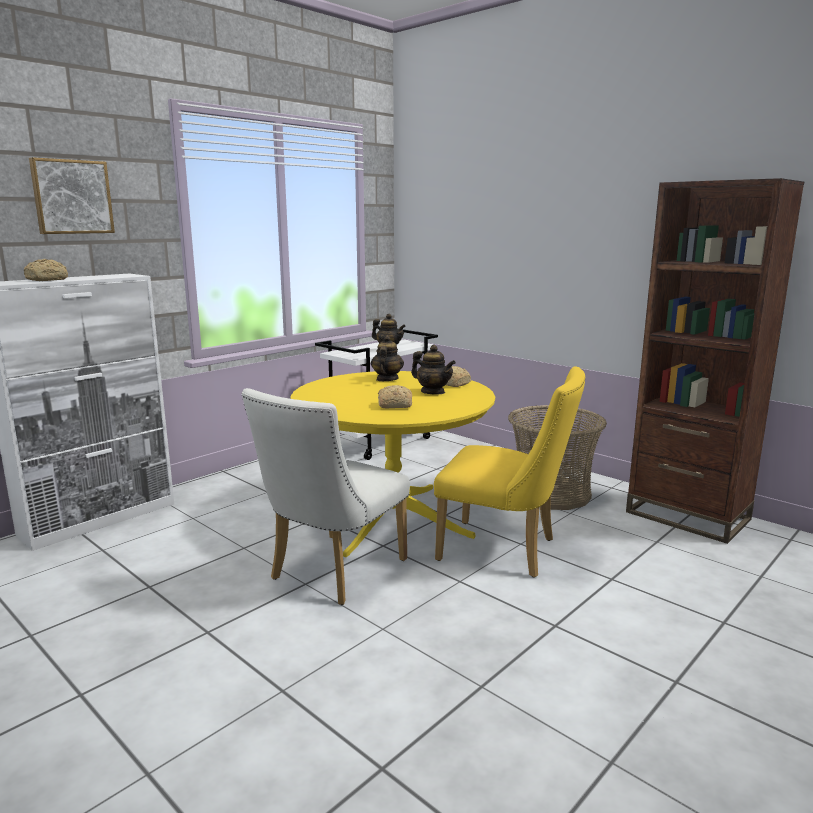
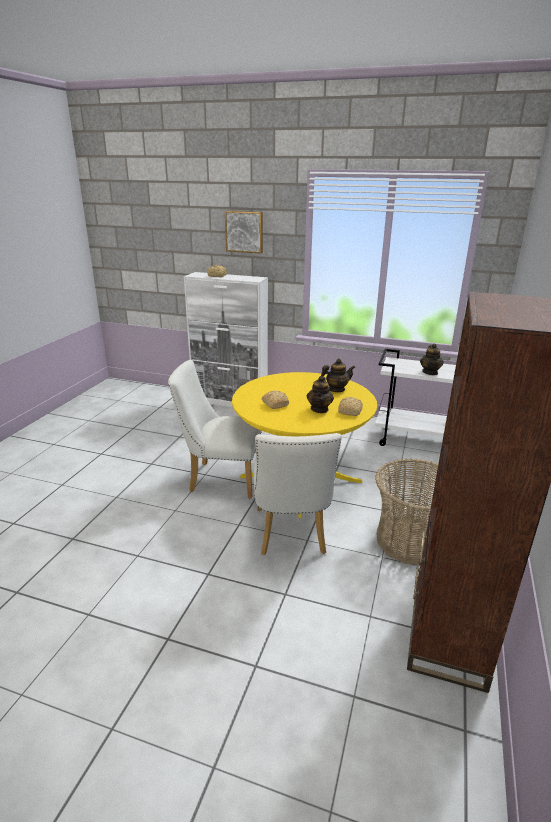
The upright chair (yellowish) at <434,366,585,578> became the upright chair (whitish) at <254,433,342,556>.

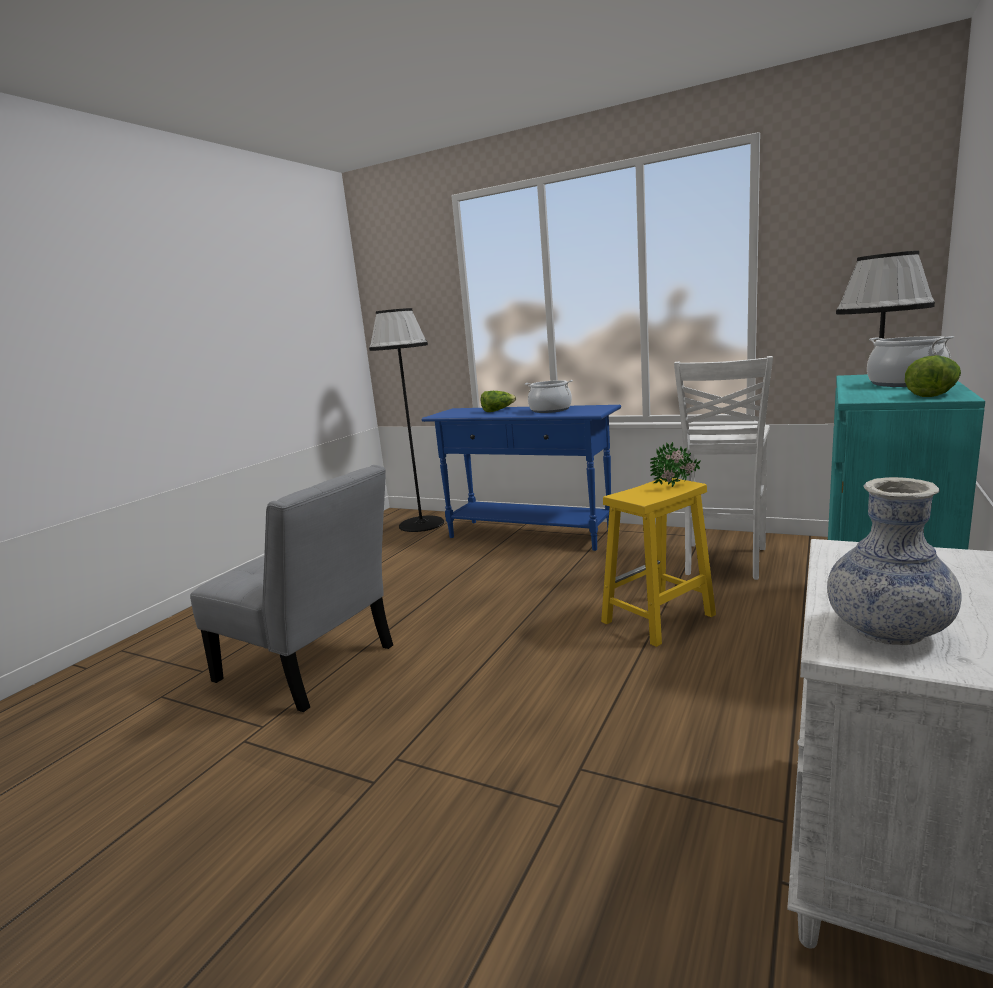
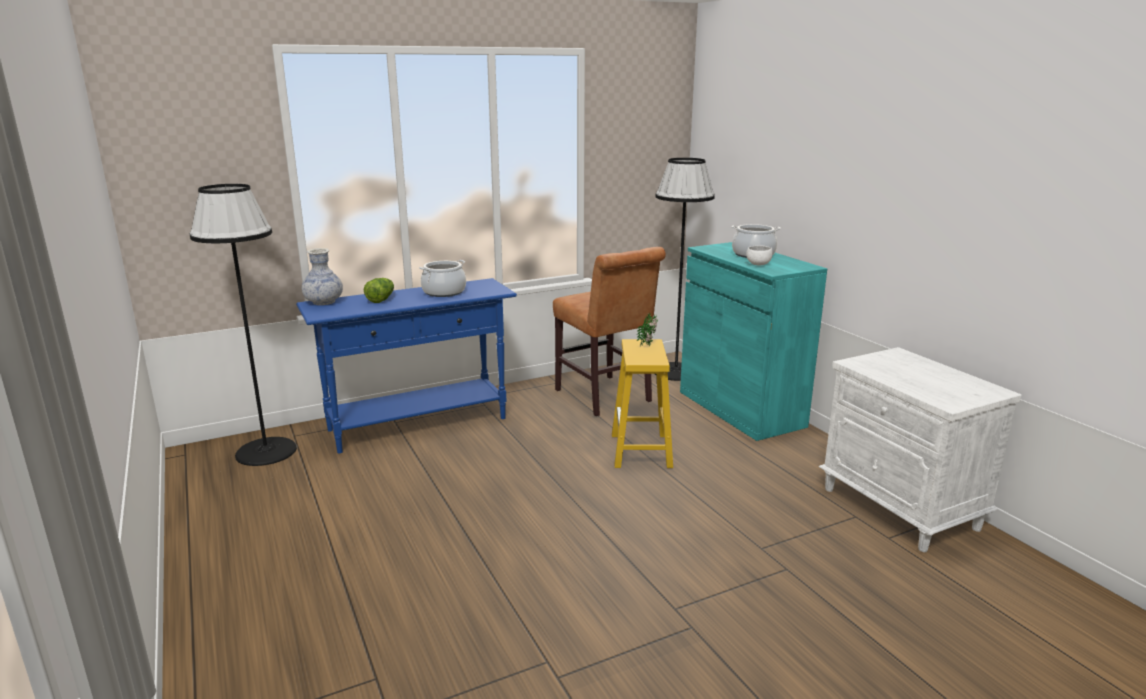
The lettuce head at <905,355,961,397> disappeared.
The stool seat (whitish) at <674,356,773,580> was replaced by the upright chair (brown) at <553,247,666,416>.
The upright chair (gray) at <190,465,393,712> disappeared.
The decorative vase moved from <827,477,962,645> to <302,248,343,305>.
The serving bowl (whitish) at <746,245,773,265> appeared.

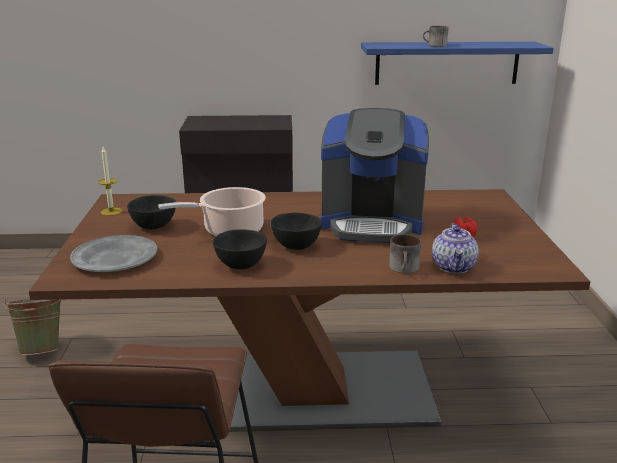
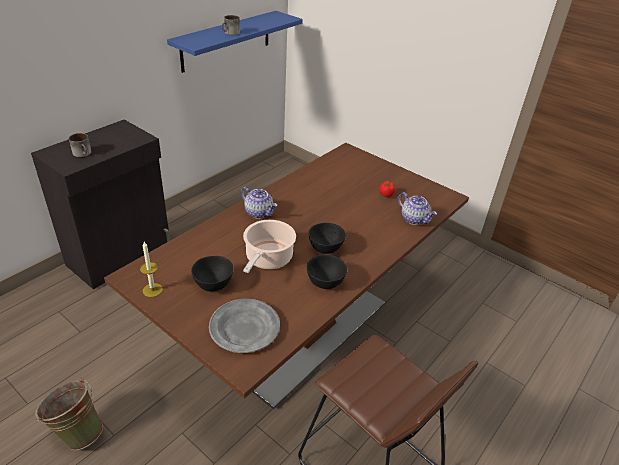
The coffee maker at <321,108,429,243> disappeared.
The mug moved from <389,234,421,274> to <69,133,91,157>.
The pot for tea at <241,187,277,219> appeared.

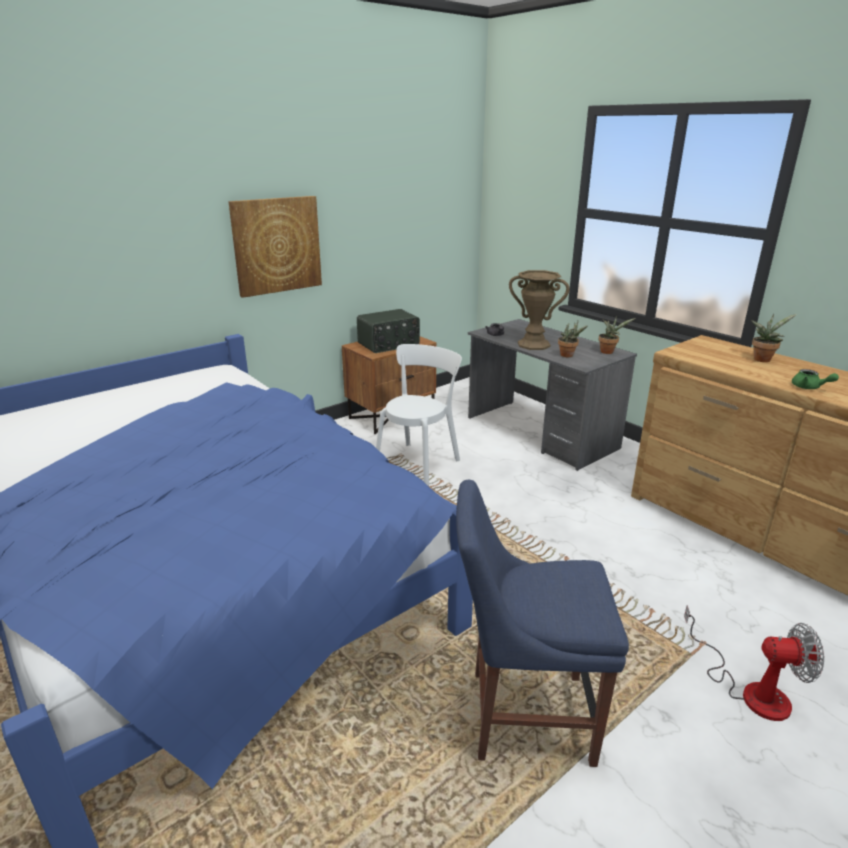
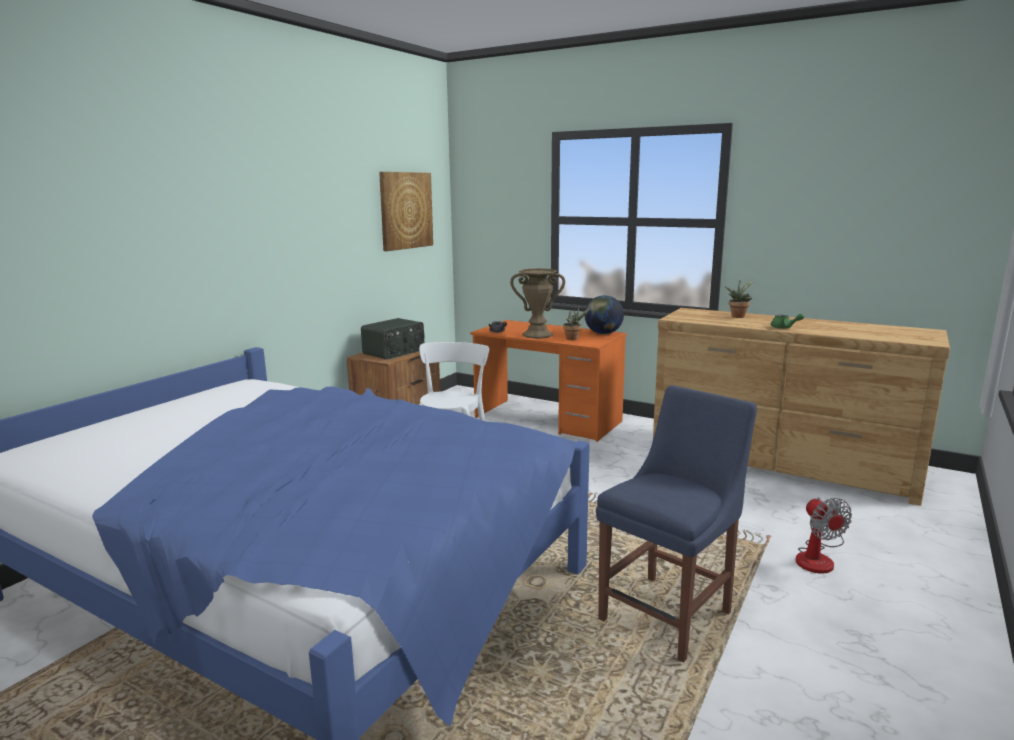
The wall art moved from <228,196,322,298> to <379,172,433,251>.
The houseplant at <599,316,636,354> was replaced by the desk globe at <585,295,624,334>.
The desk (gray) at <468,319,637,471> became the desk (orange-coloured) at <470,320,626,442>.
The upright chair (bluish) at <456,480,629,767> turned 150 degrees clockwise.
The cooling fan at <684,605,824,721> turned 90 degrees clockwise.

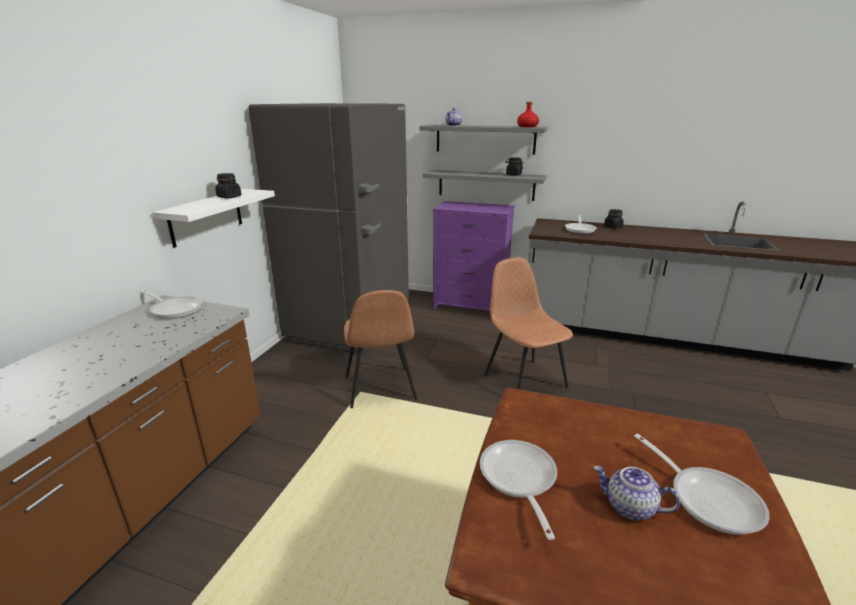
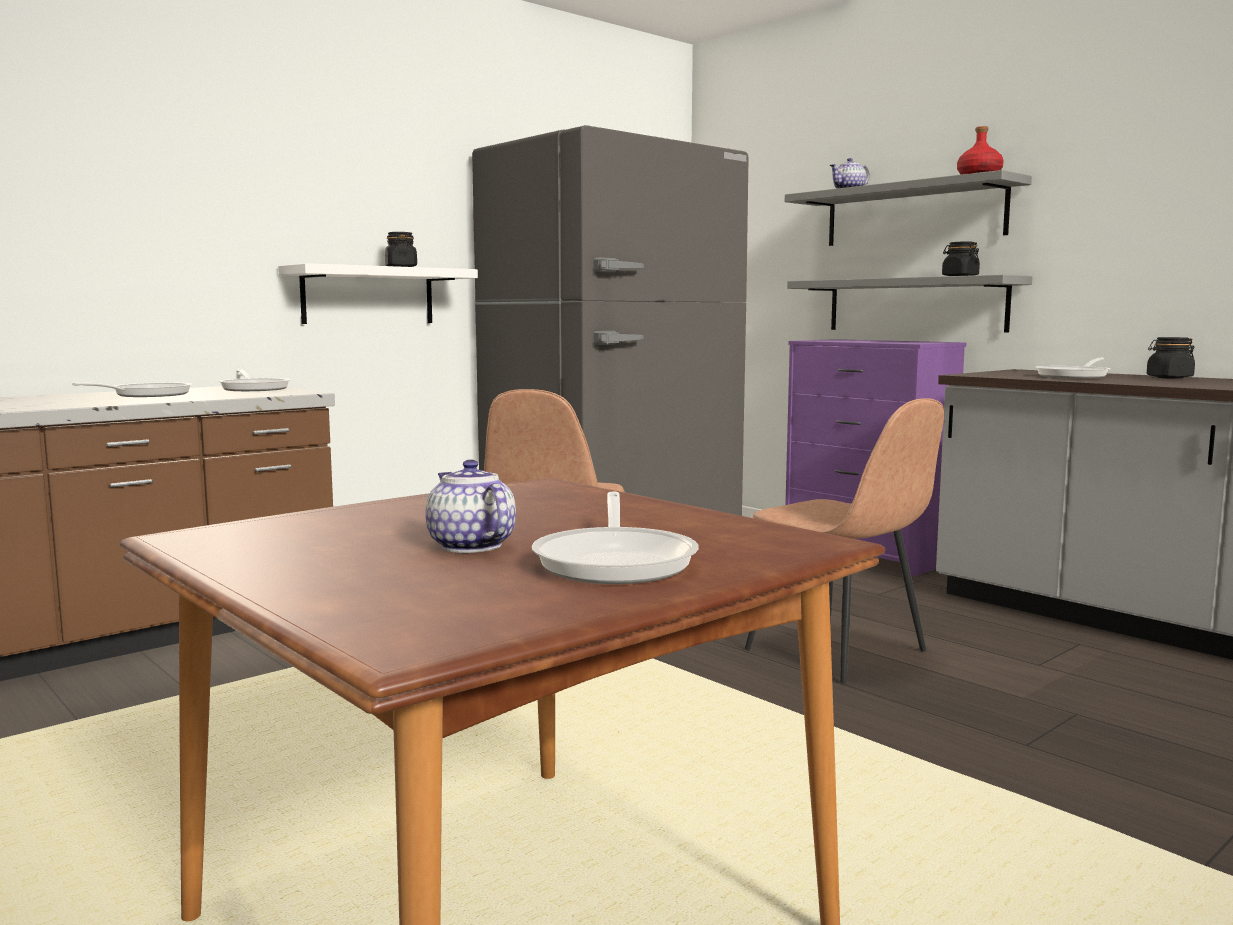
The upright chair (brown) at <484,257,573,389> turned 135 degrees clockwise.
The frying pan moved from <480,440,557,540> to <72,382,193,397>.

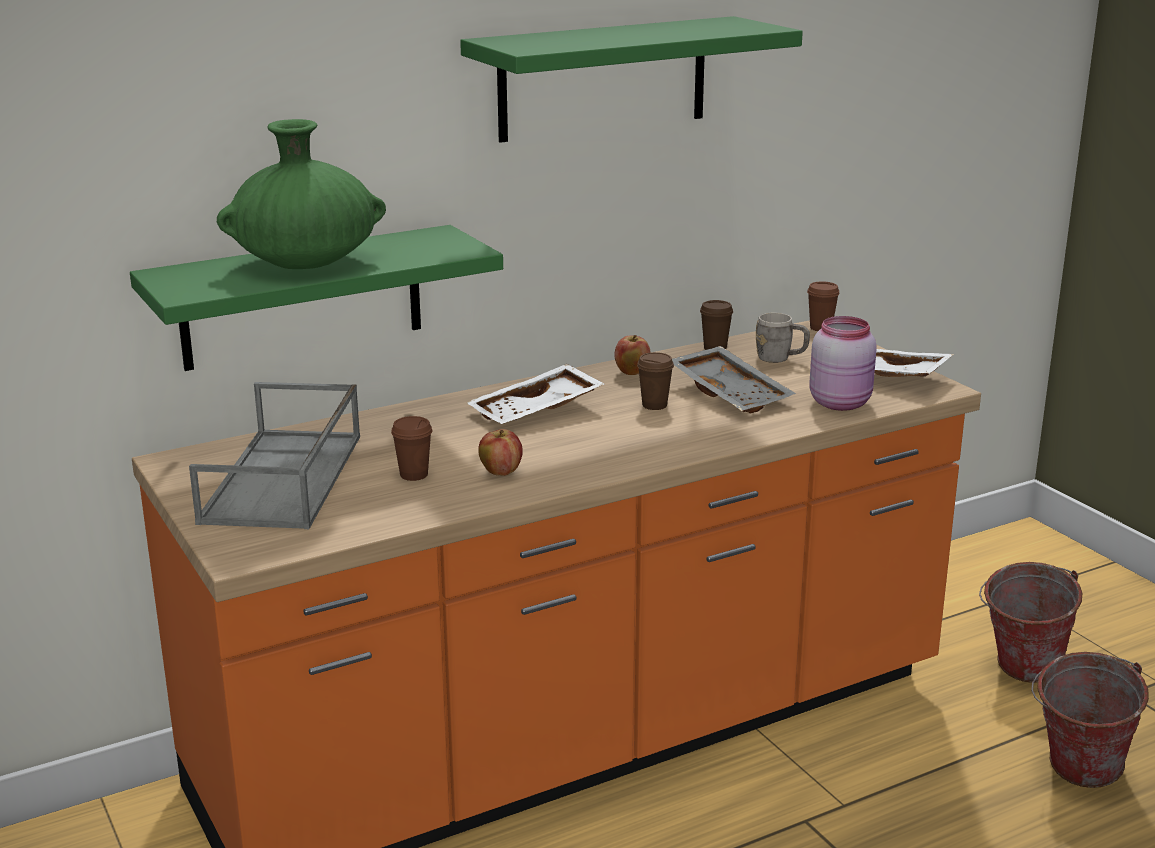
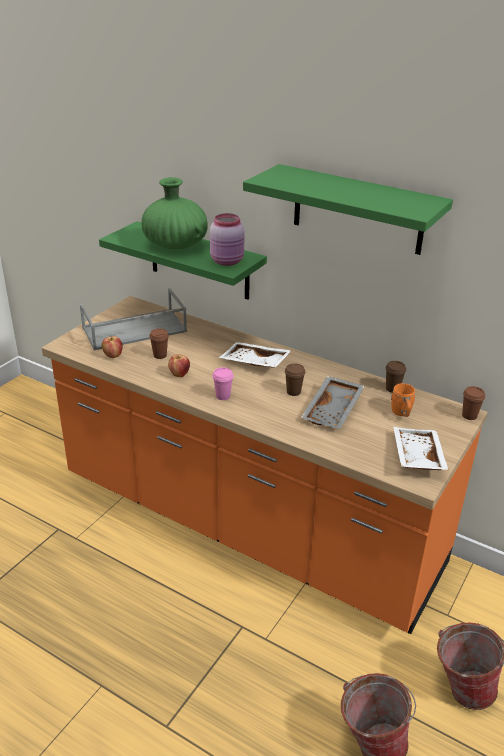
The mug (gray) at <756,313,810,363> became the mug (orange-coloured) at <391,383,415,417>.
The preserve jar (pink) moved from <809,316,877,411> to <210,213,245,266>.
The whole apple moved from <614,335,651,375> to <101,336,123,358>.
The small cup (pink) at <213,367,234,400> appeared.

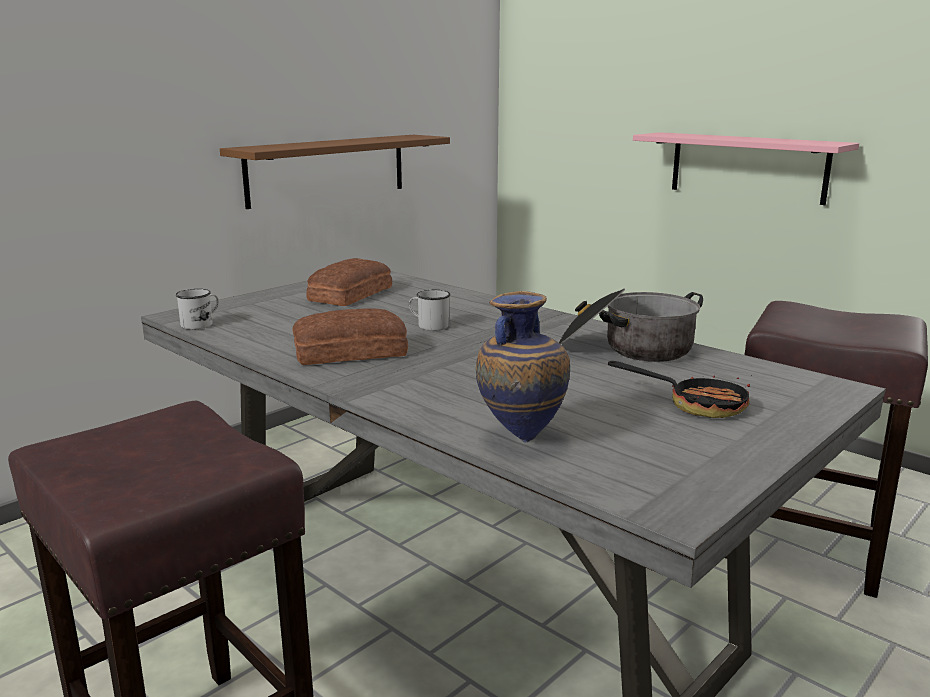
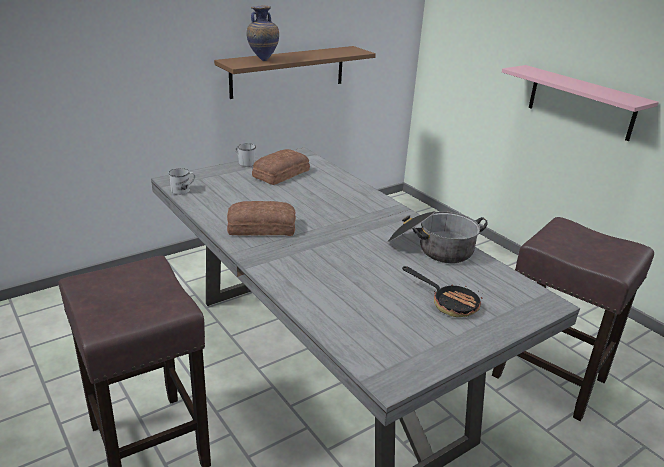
The mug (whitish) moved from <409,290,450,331> to <236,143,256,167>.
The decorative vase moved from <476,291,570,443> to <247,5,279,61>.

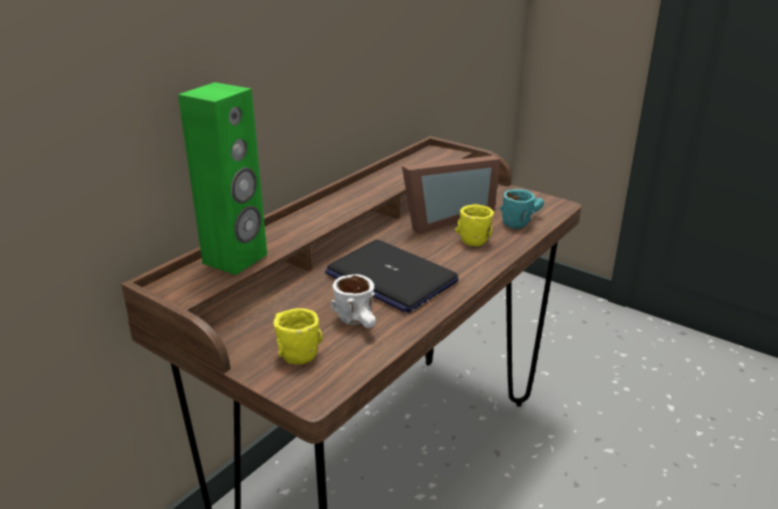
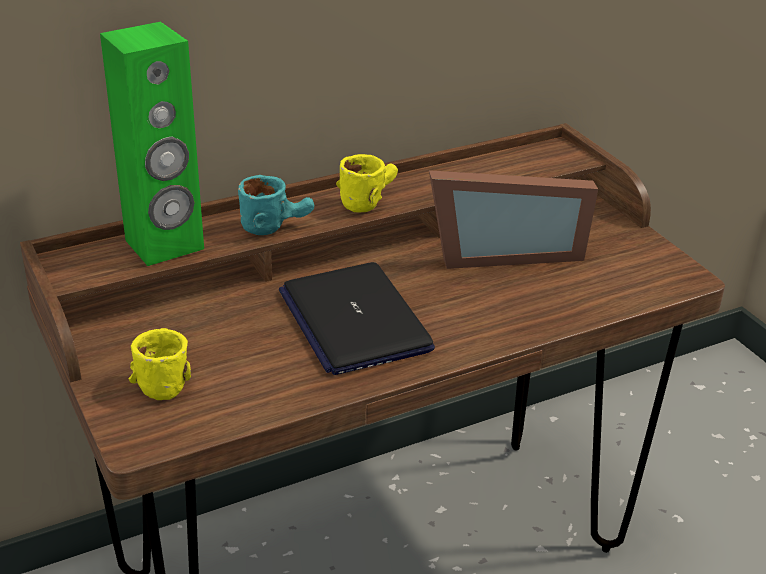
The mug (blue-green) moved from <500,189,544,229> to <238,175,314,235>.
The mug (yellowish) moved from <455,204,494,247> to <336,154,398,213>.
The mug (whitish) at <331,274,376,328> disappeared.

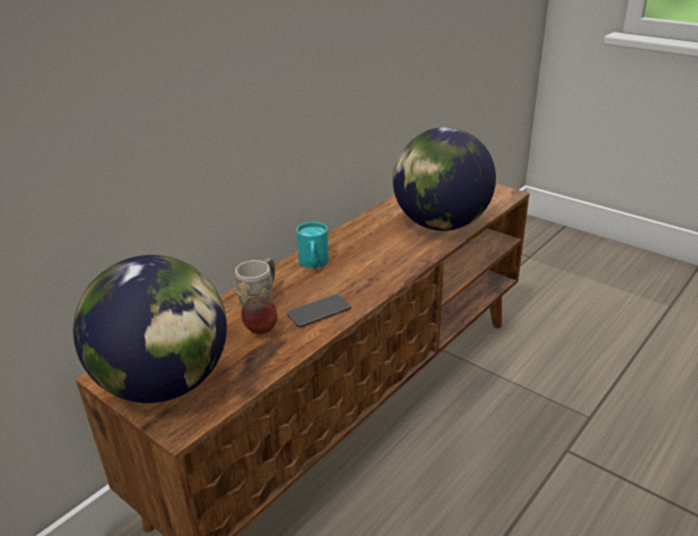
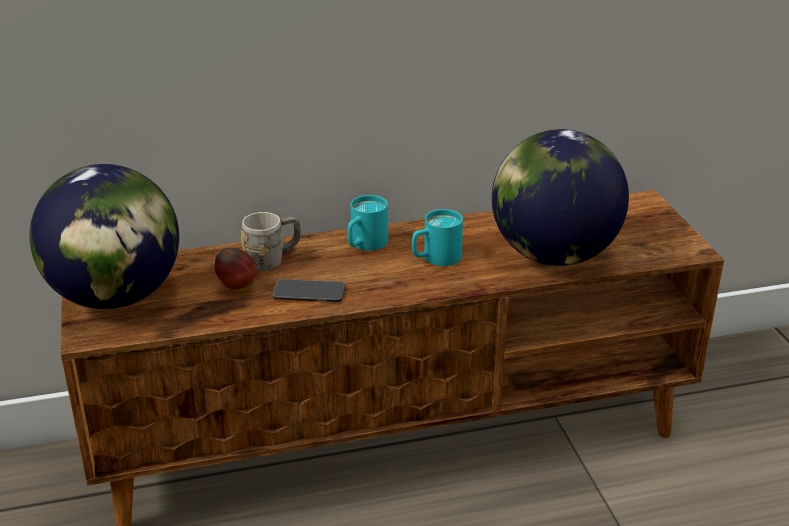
The mug (blue-green) at <412,209,463,266> appeared.

